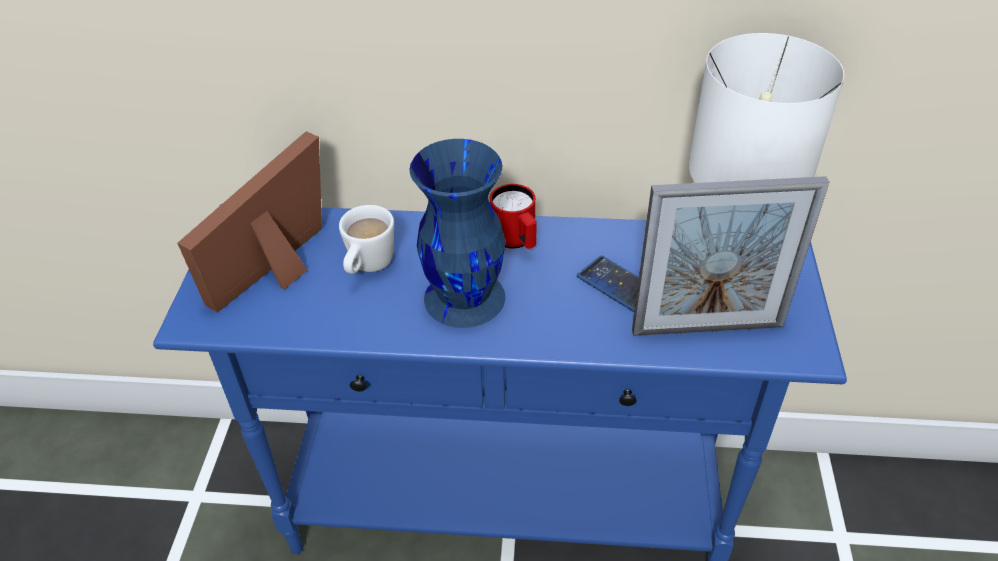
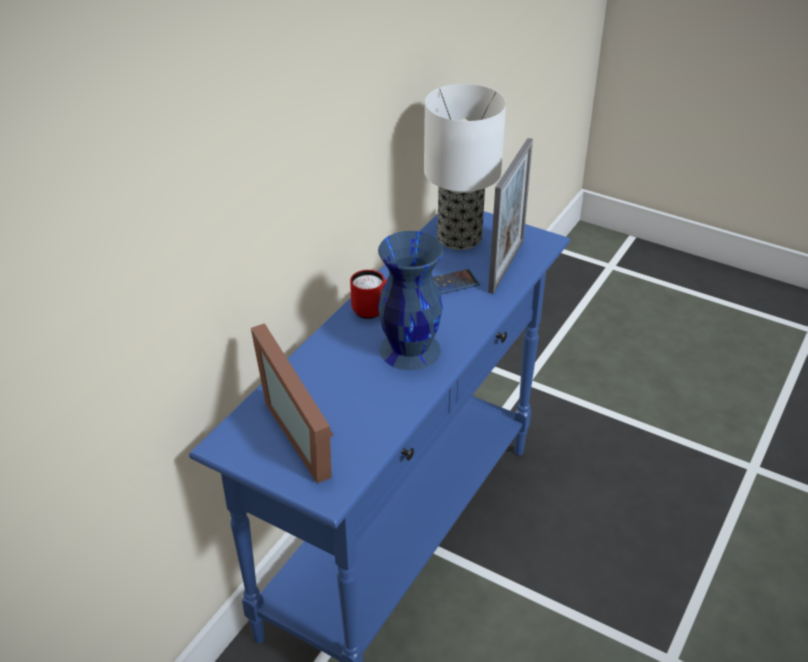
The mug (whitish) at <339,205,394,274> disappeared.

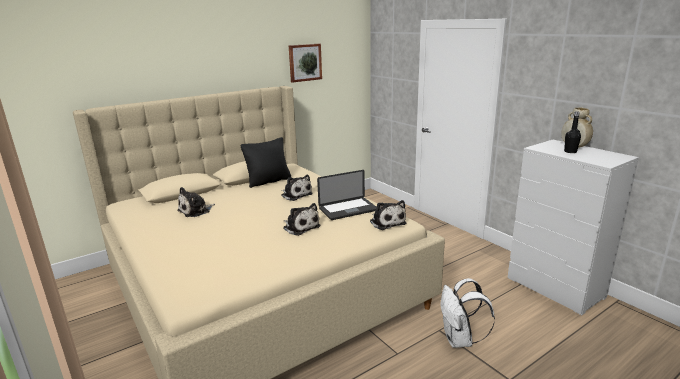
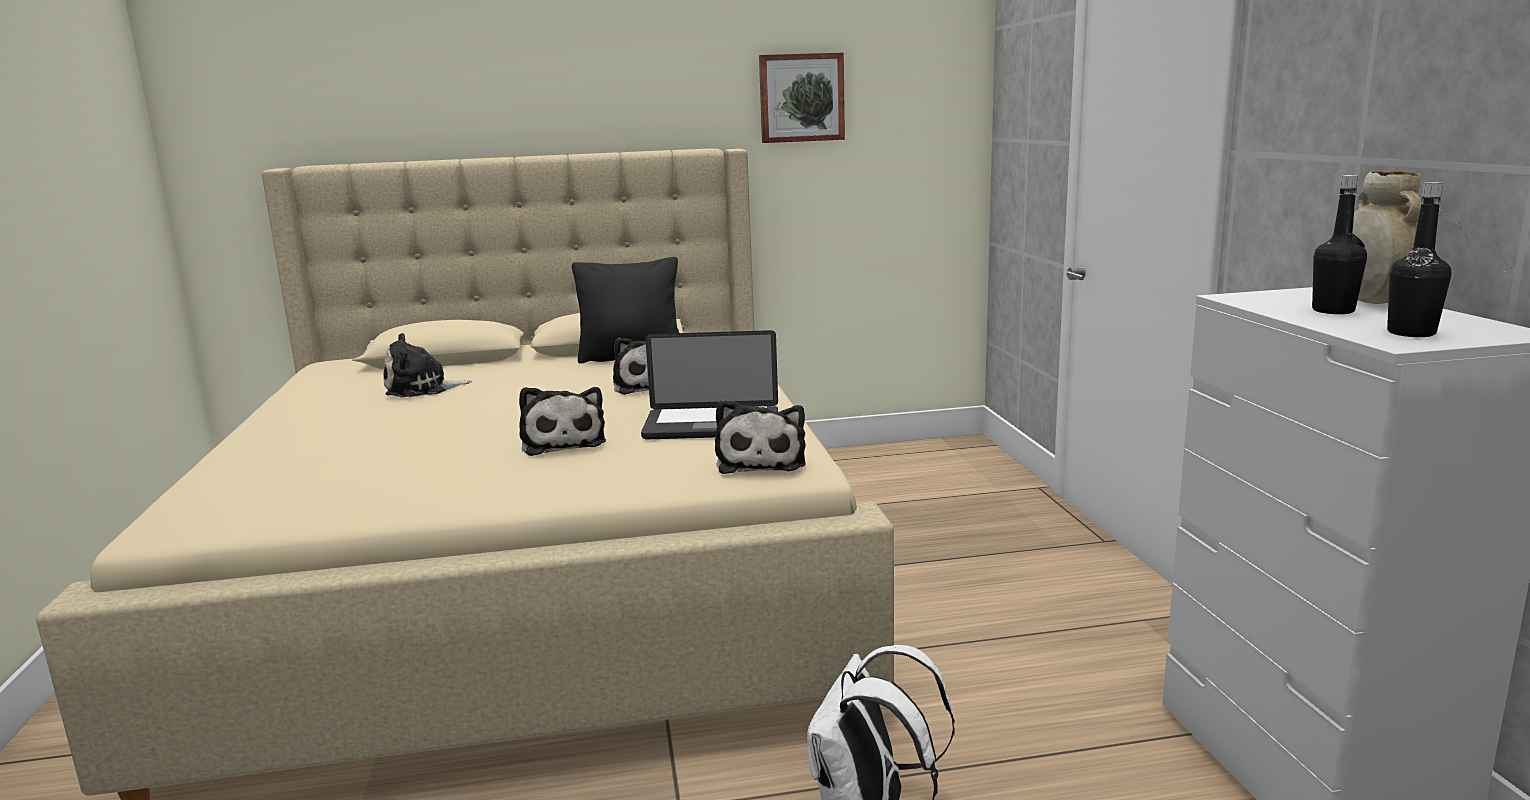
The bottle (blackish) at <1387,182,1451,337> appeared.

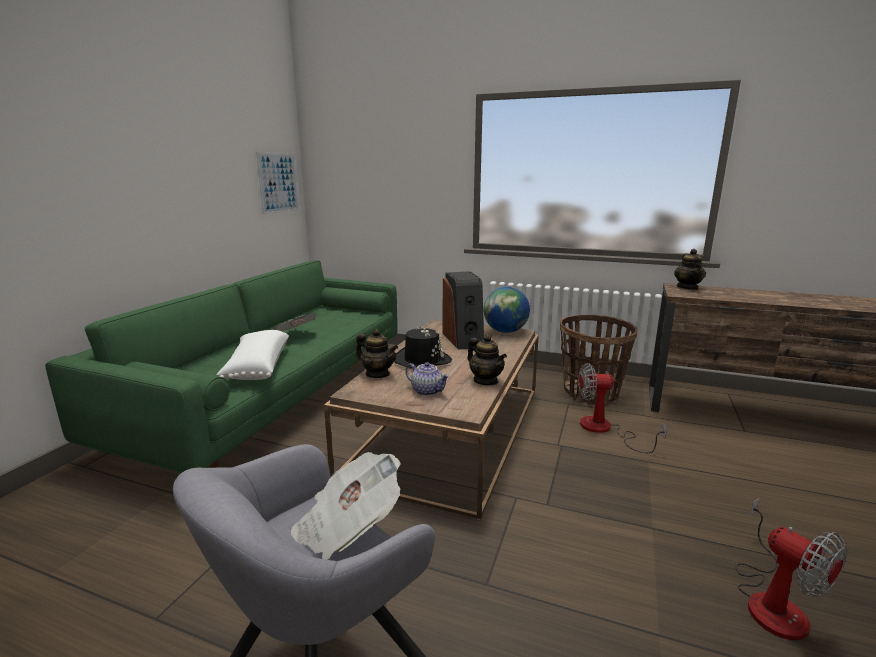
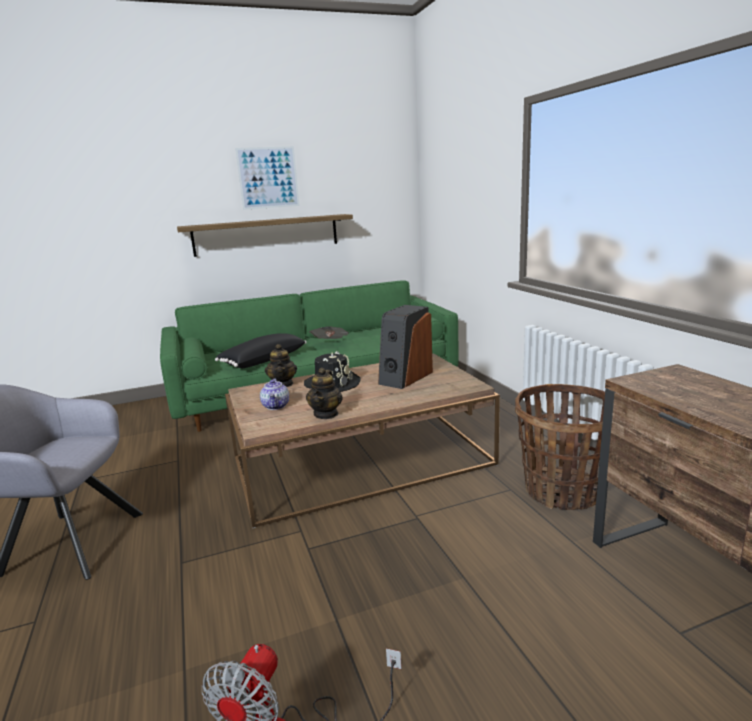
The wall art moved from <256,152,299,214> to <235,146,300,210>.
The pot for tea at <674,249,706,290> disappeared.
The desk globe at <484,287,530,333> disappeared.
The cushion (whitish) at <216,330,289,380> became the cushion (blackish) at <215,333,307,368>.
The cooling fan at <578,363,667,453> disappeared.
The printed paper at <291,452,401,560> disappeared.
The bracket shelf at <177,214,353,257> appeared.

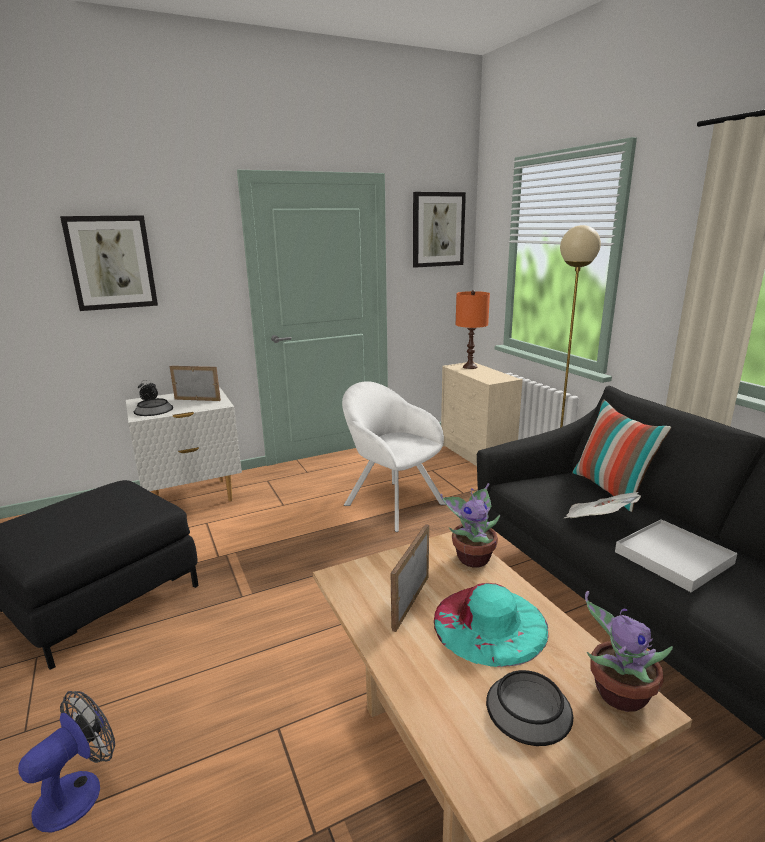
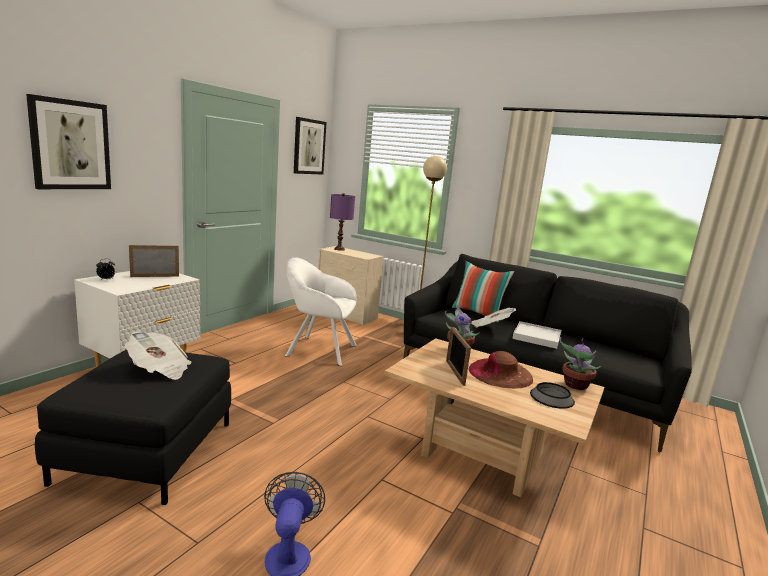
The table lamp (orange-coloured) at <456,290,490,369> became the table lamp (purplish) at <330,193,355,251>.
The serving bowl at <134,398,173,416> disappeared.
The clothing hat (blue-green) at <434,583,549,667> became the clothing hat (brown) at <468,351,533,389>.
The printed paper at <125,331,192,380> appeared.

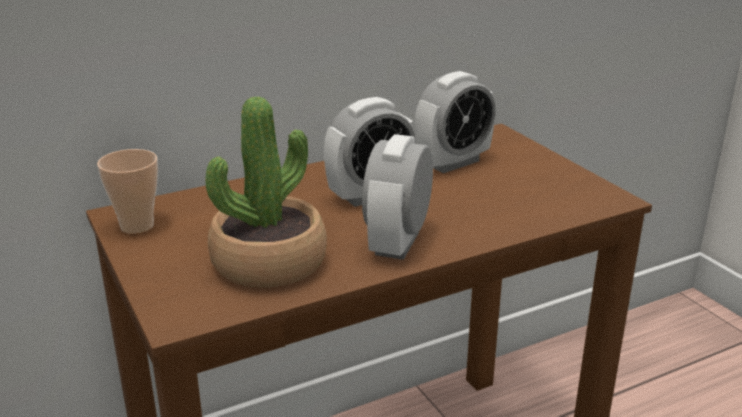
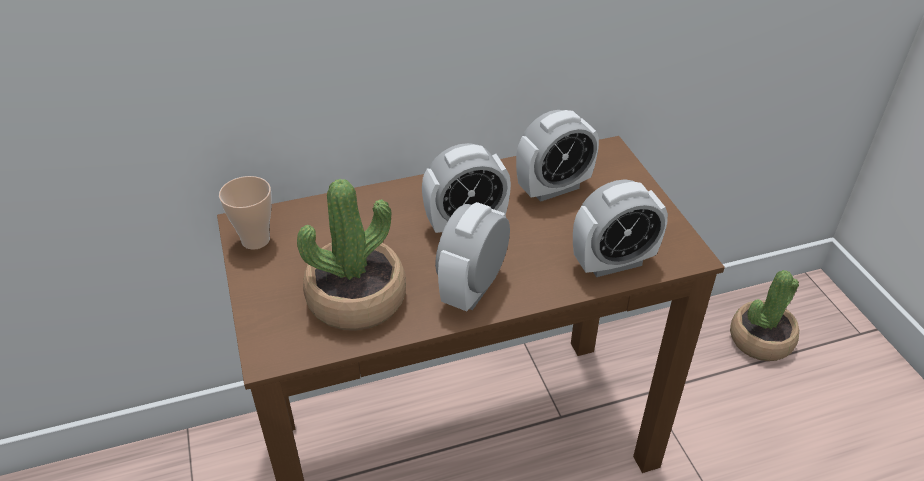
The alarm clock at <573,179,668,277> appeared.
The houseplant at <730,270,799,361> appeared.

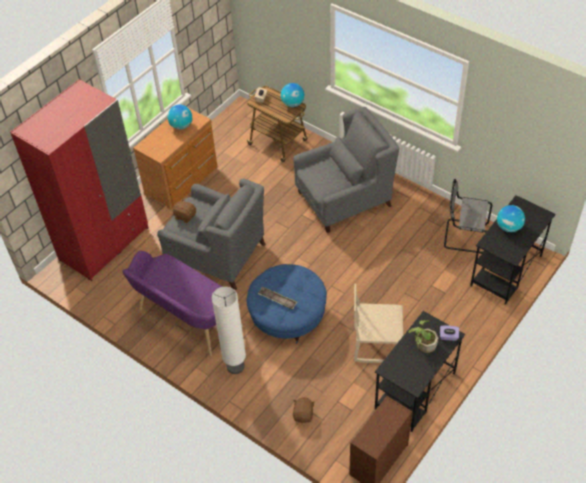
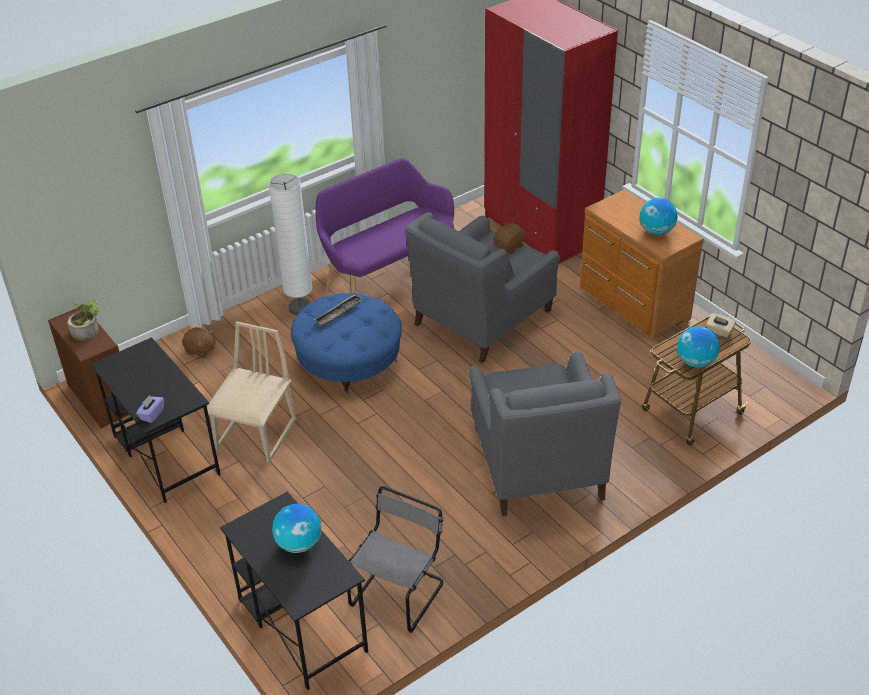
The houseplant moved from <409,320,438,353> to <67,299,99,341>.

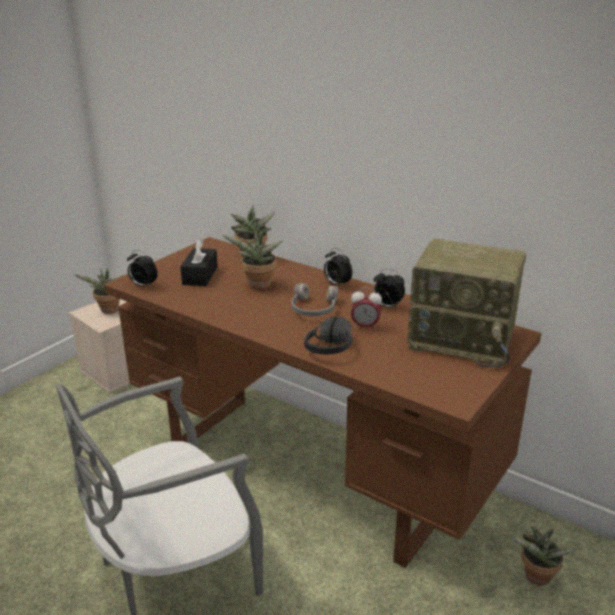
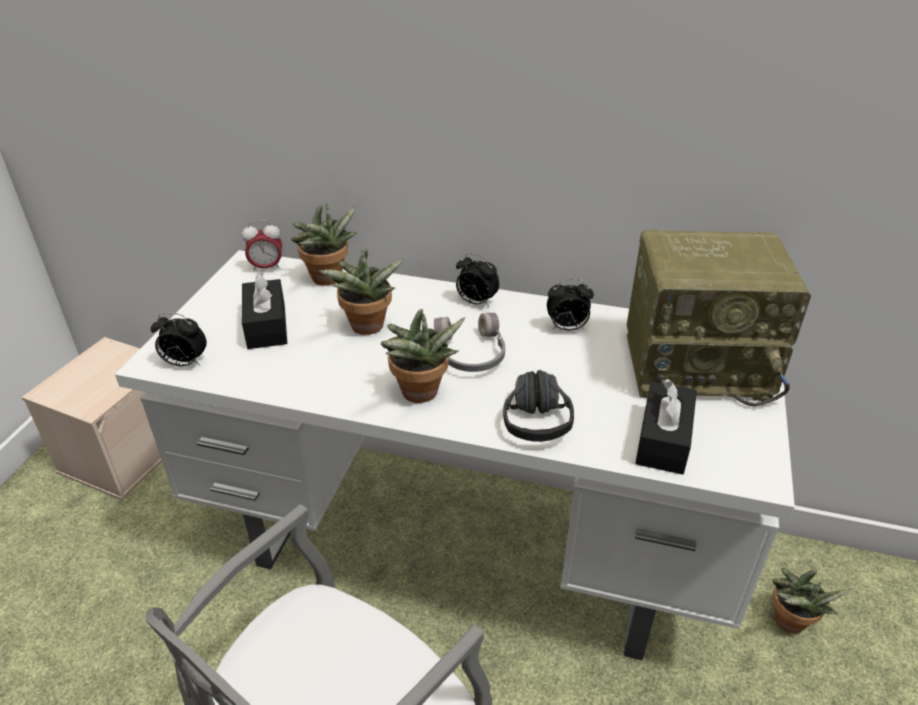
The desk (brown) at <104,237,541,568> became the desk (whitish) at <115,250,795,660>.
The houseplant moved from <75,268,124,314> to <381,309,465,403>.
The alarm clock moved from <351,287,382,330> to <242,220,282,272>.
The tissue box (blackish) at <635,379,697,475> appeared.

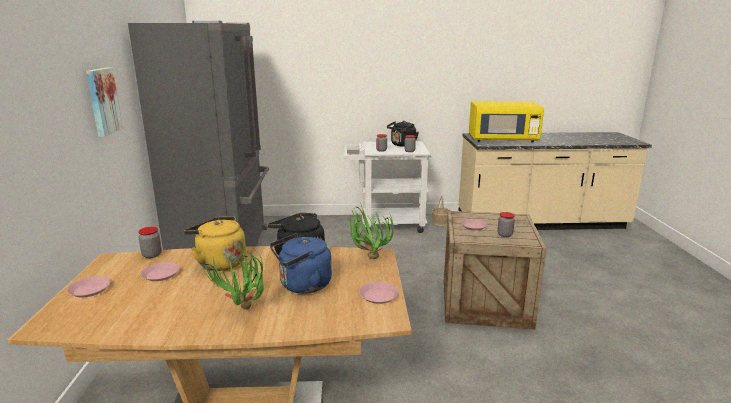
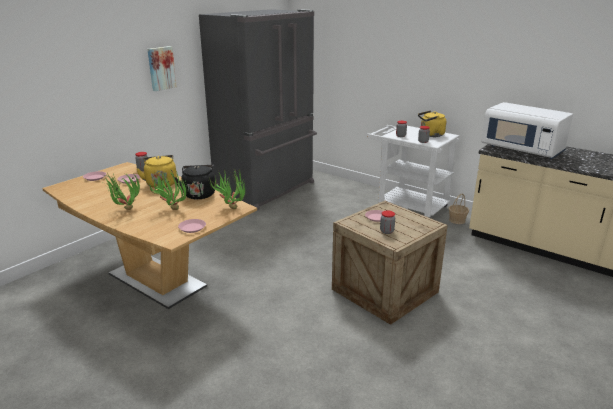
The microwave oven (yellowish) at <469,101,544,143> became the microwave oven (whitish) at <481,102,573,159>.
The water kettle (blackish) at <387,121,419,147> became the water kettle (yellowish) at <418,111,446,137>.
The water kettle (bluish) at <270,233,332,294> was replaced by the houseplant at <149,168,187,210>.

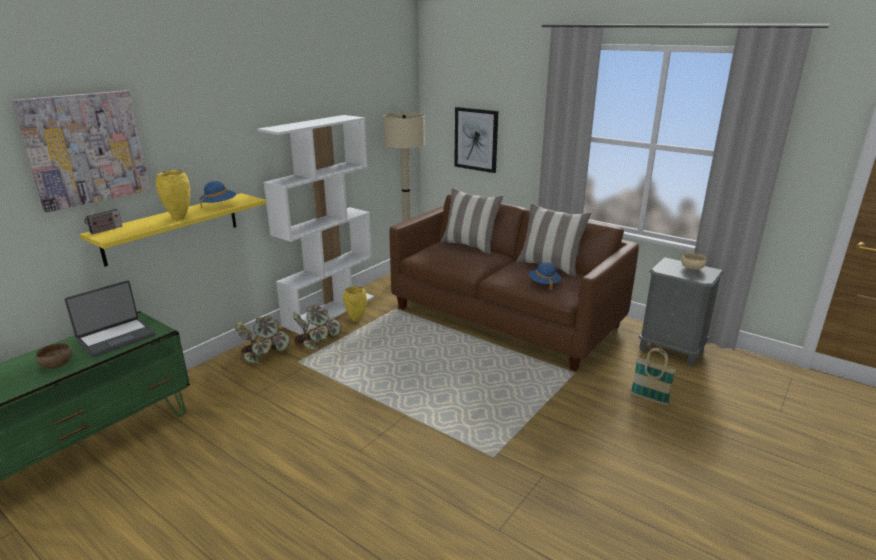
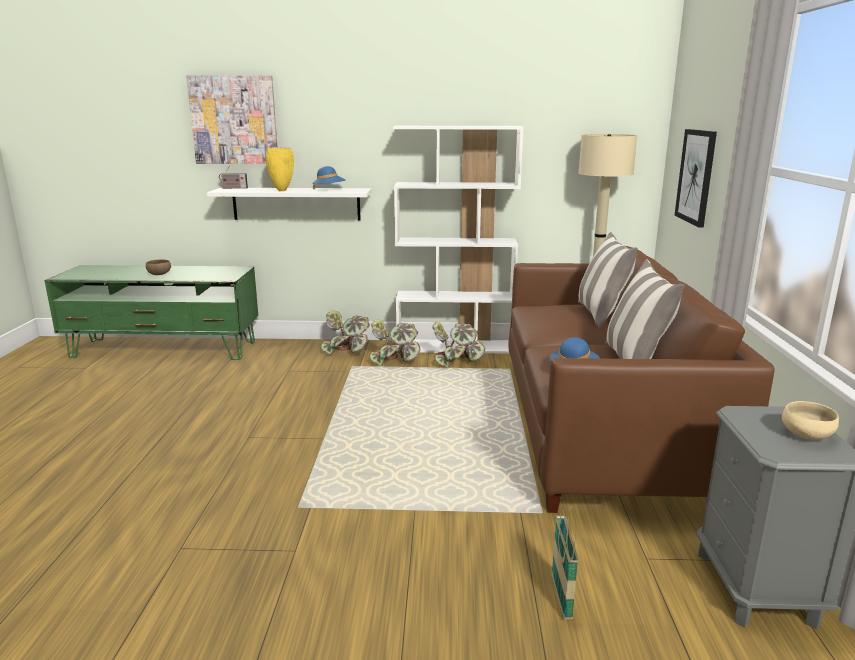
The bracket shelf (yellowish) at <80,193,267,266> became the bracket shelf (whitish) at <207,188,372,221>.
The laptop at <65,281,155,357> disappeared.
The decorative vase (yellowish) at <343,286,367,322> was replaced by the houseplant at <432,322,485,368>.

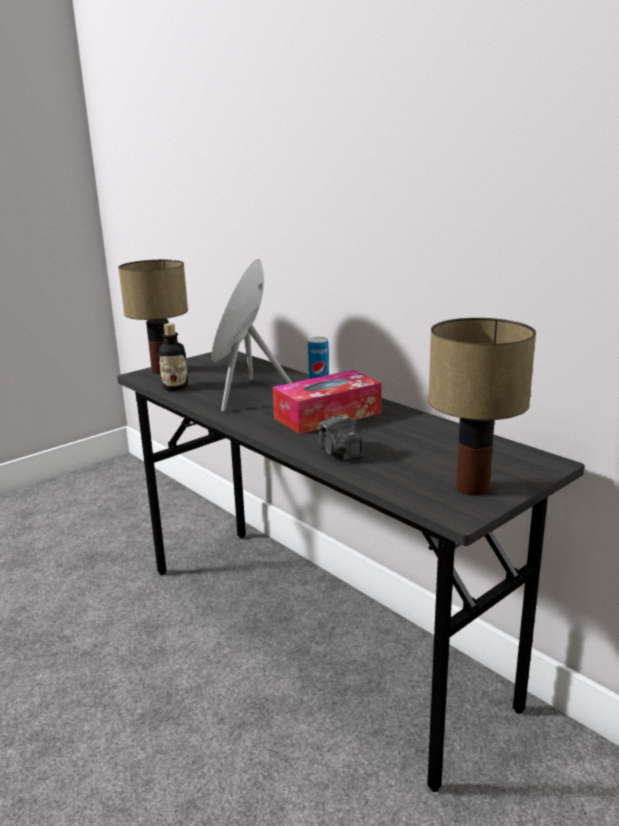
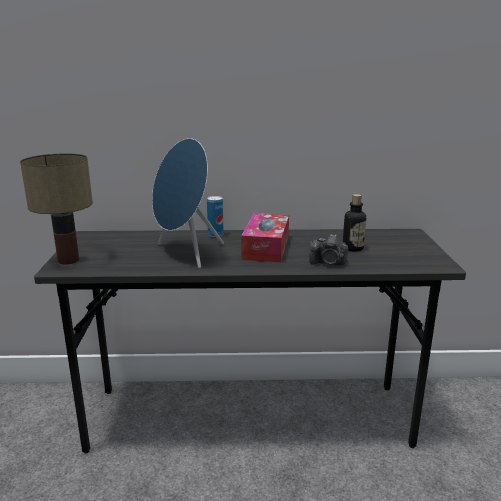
The table lamp at <428,318,536,495> disappeared.
The bottle moved from <158,323,188,391> to <343,194,366,251>.

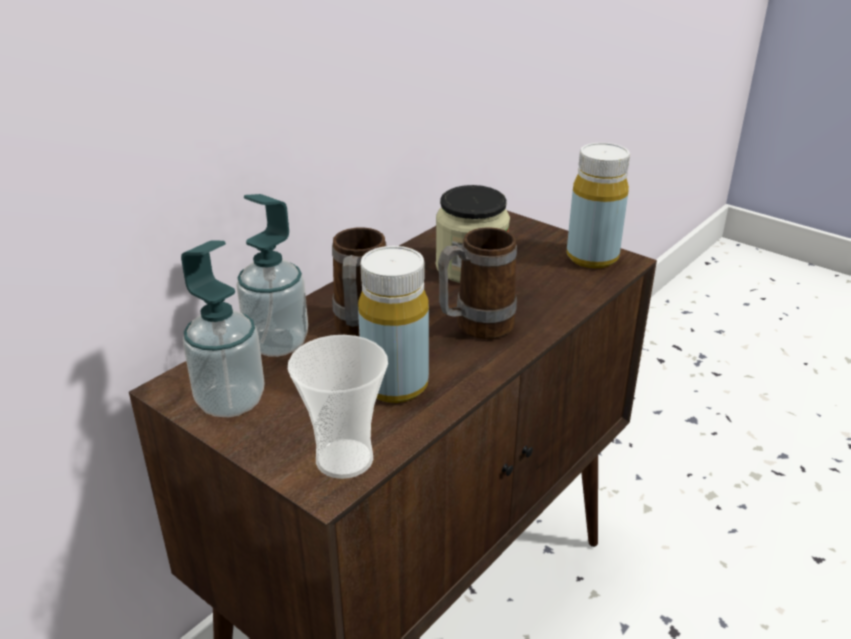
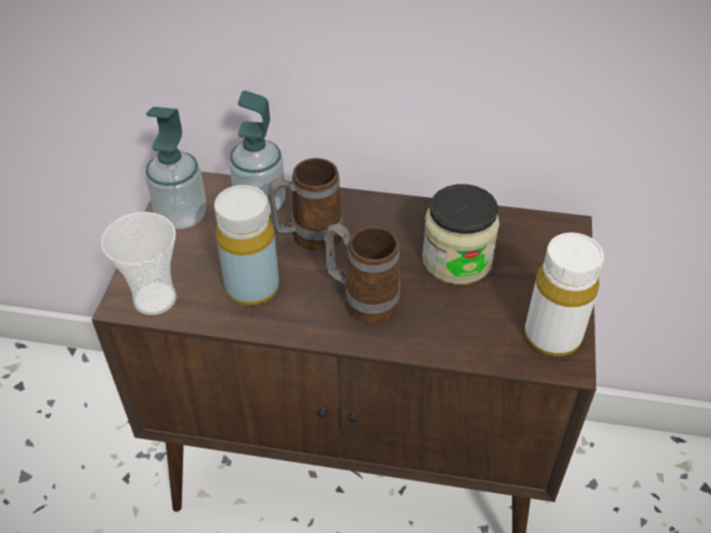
The bottle (yellowish) at <567,143,630,268> became the bottle (whitish) at <524,233,604,356>.

